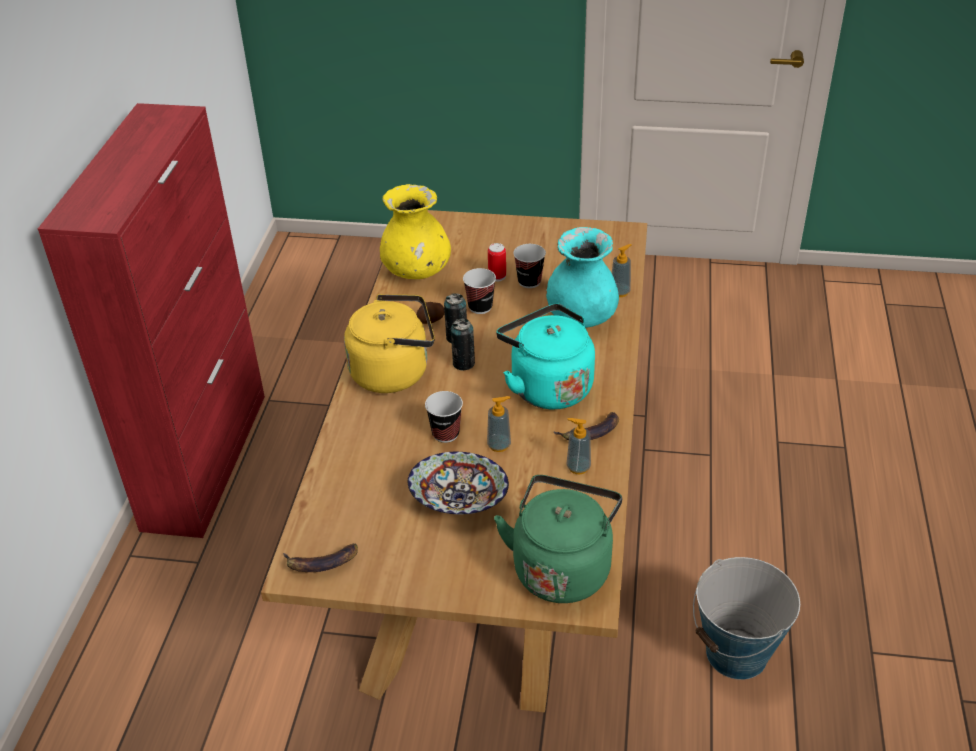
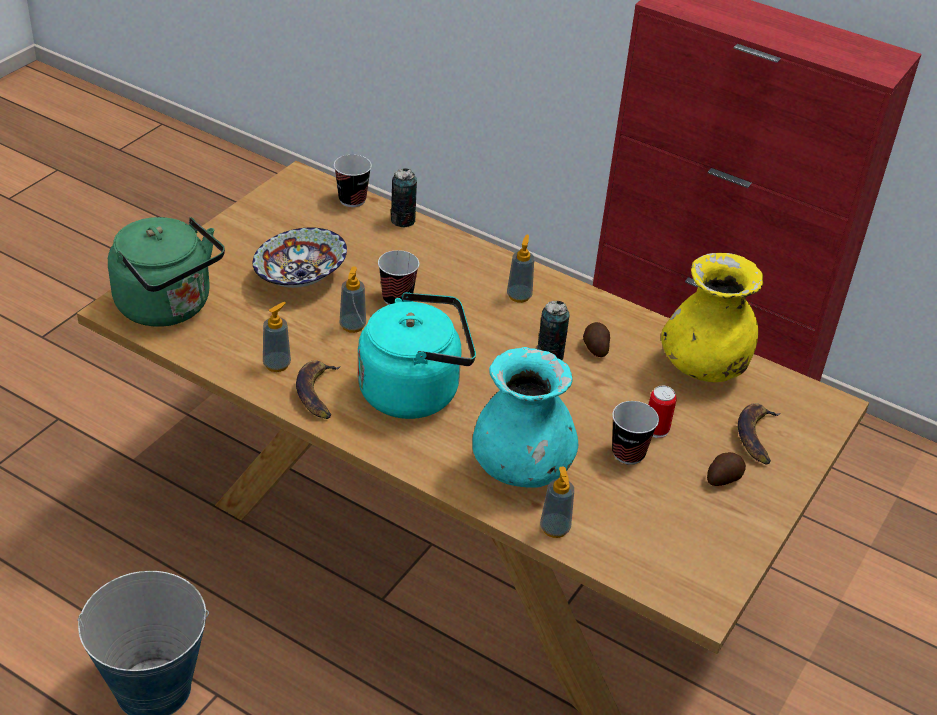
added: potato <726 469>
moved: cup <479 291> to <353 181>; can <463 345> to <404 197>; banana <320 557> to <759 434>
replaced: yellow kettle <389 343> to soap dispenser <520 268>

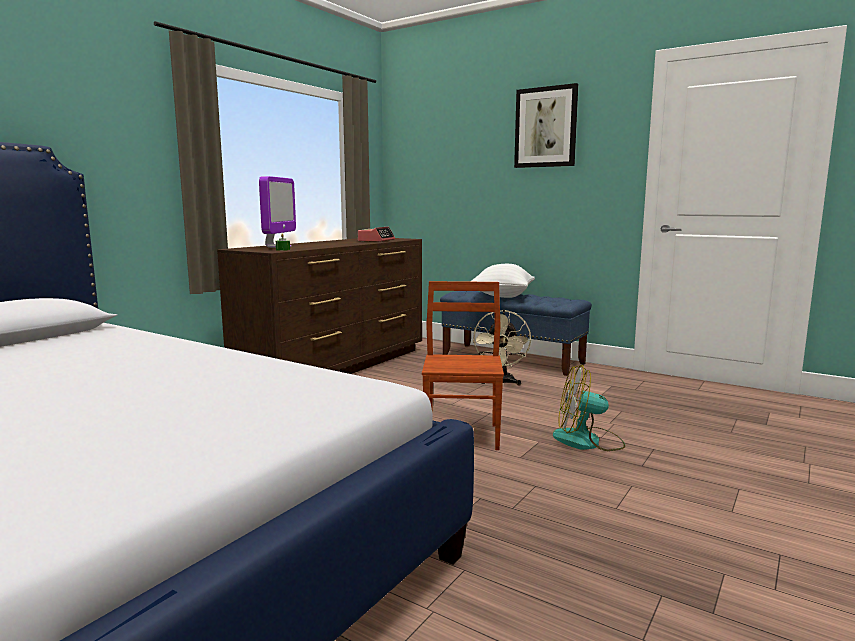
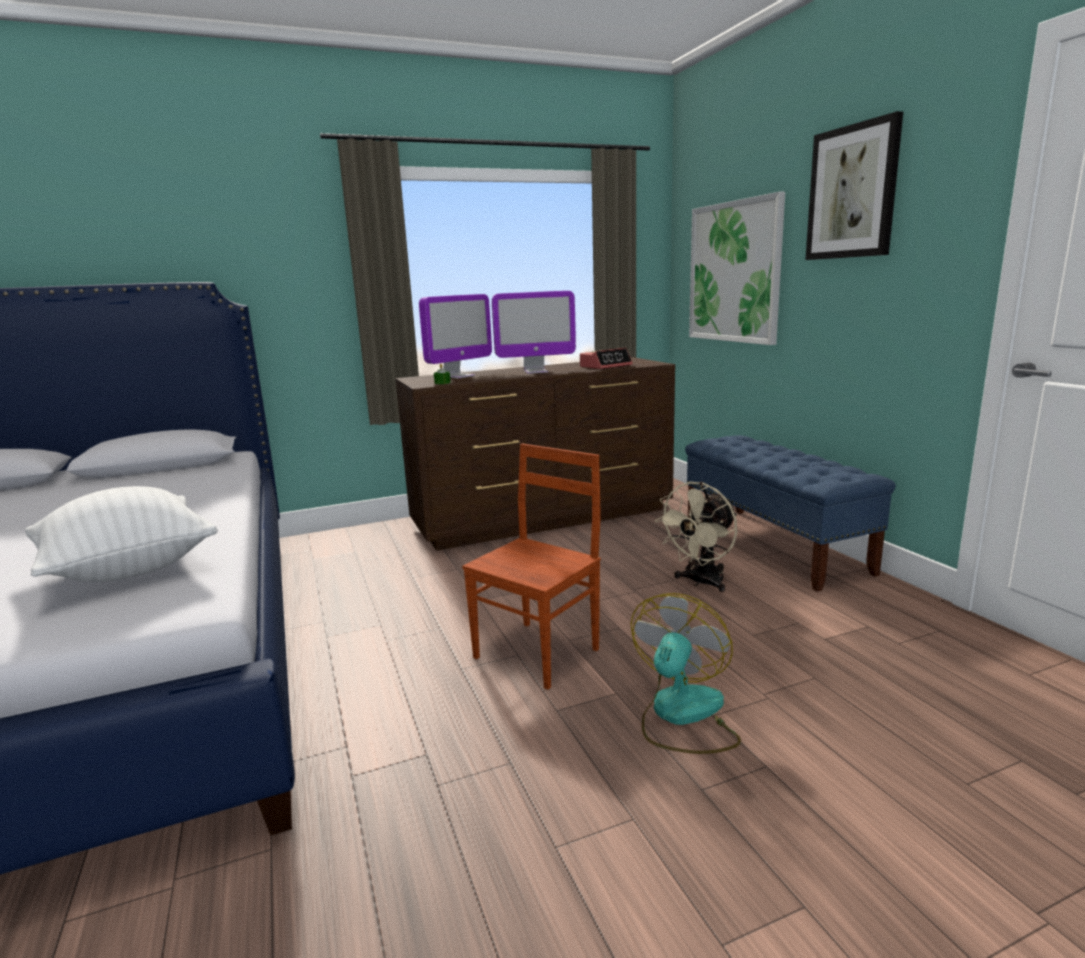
added: picture <737 268>; monitor <534 332>
moved: white pillow <502 281> to <121 534>
turned: fan <589 408> = <686 673> 75 degrees clockwise

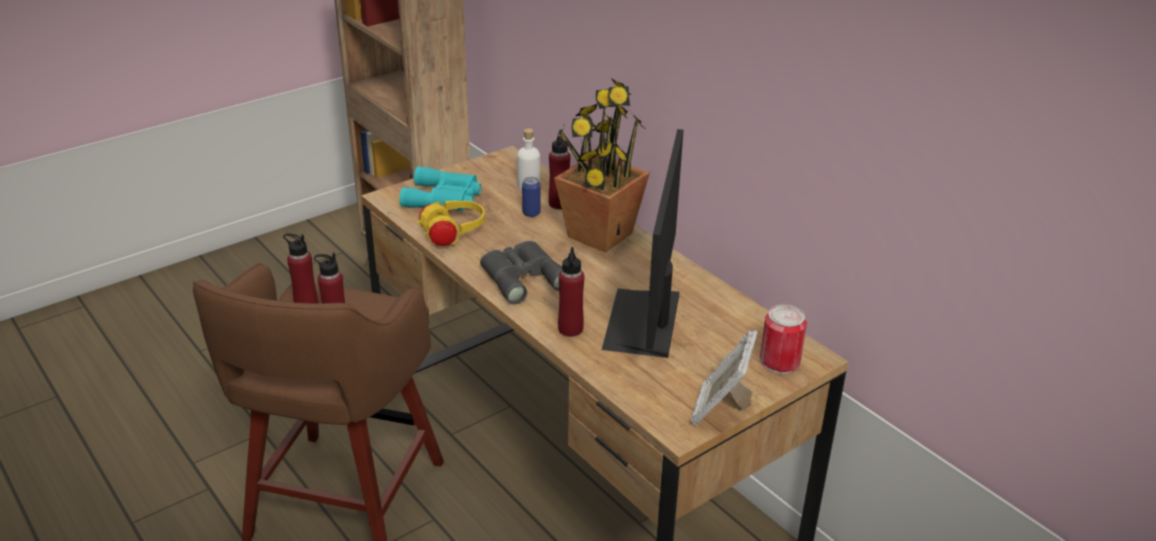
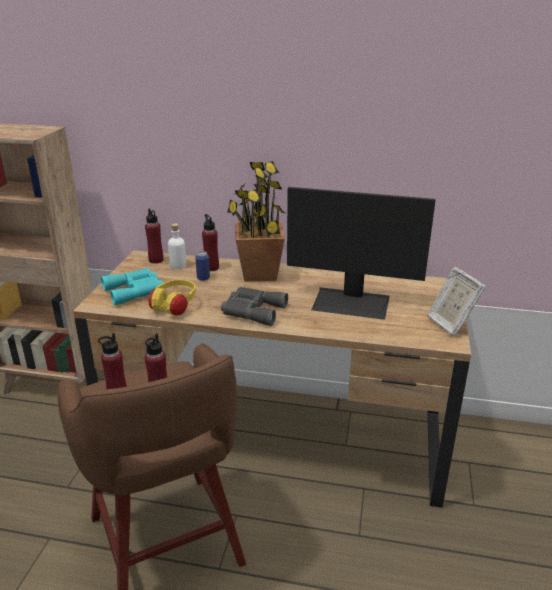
removed: can <783 339>
moved: red bottle <571 292> to <154 236>
turned: monitor <643 243> = <361 253> 45 degrees counterclockwise

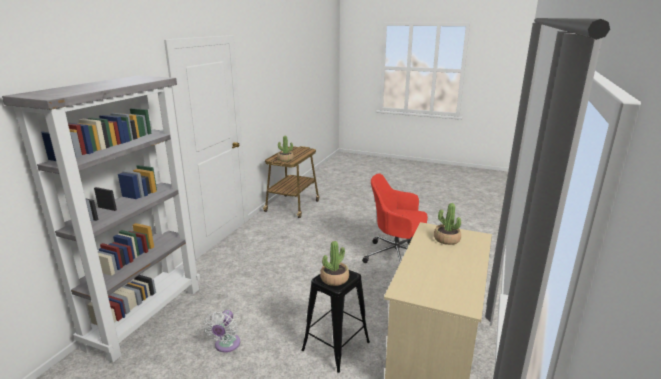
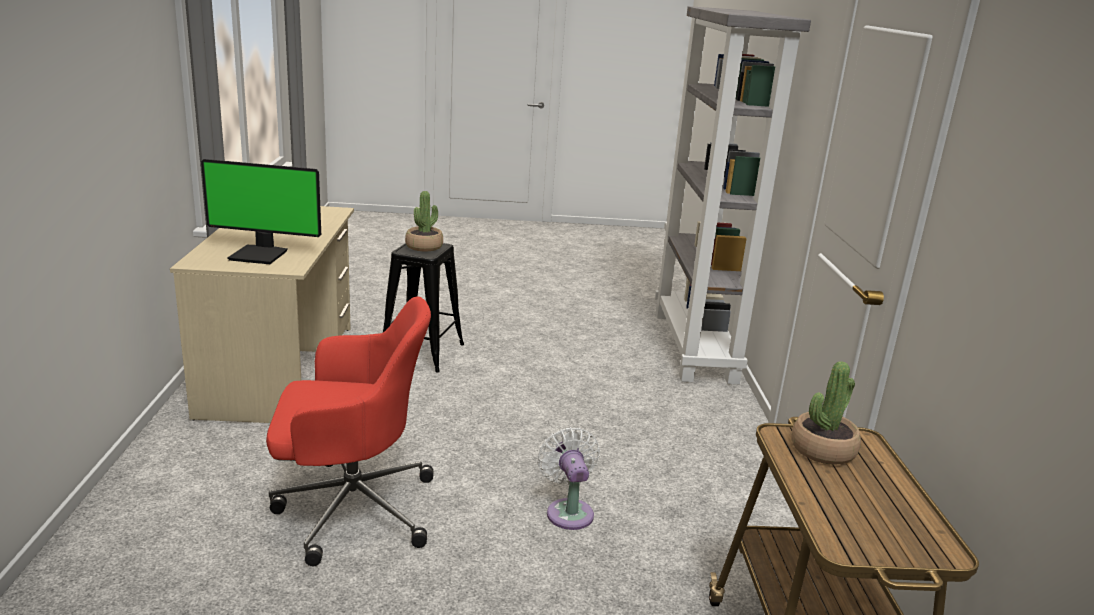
moved: white fan <221 331> to <568 478>
replaced: potted plant <447 224> to monitor <261 211>

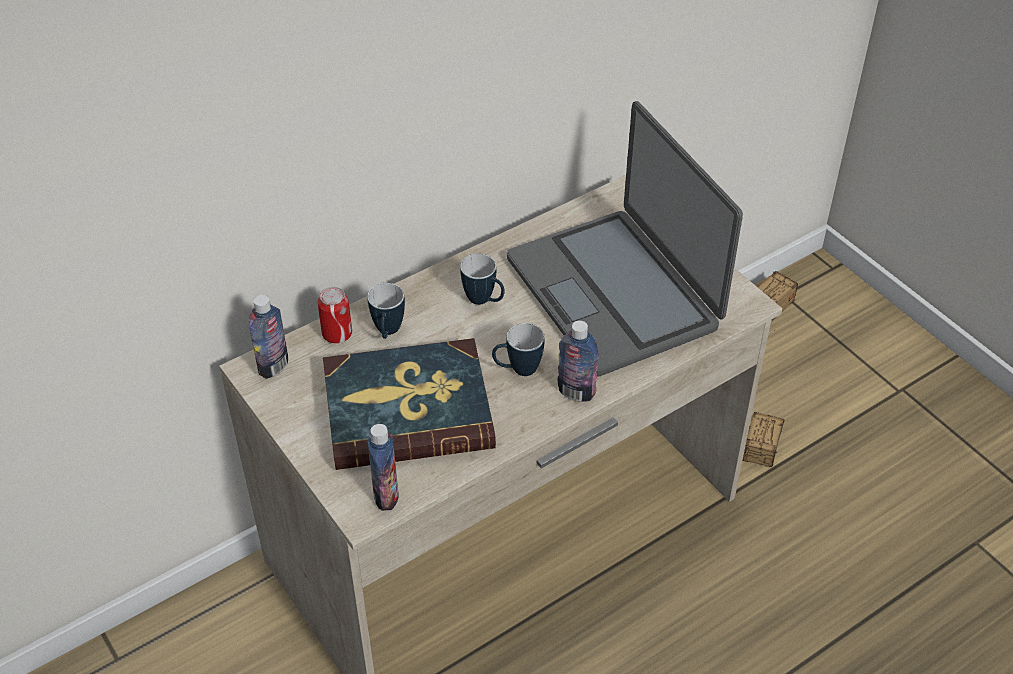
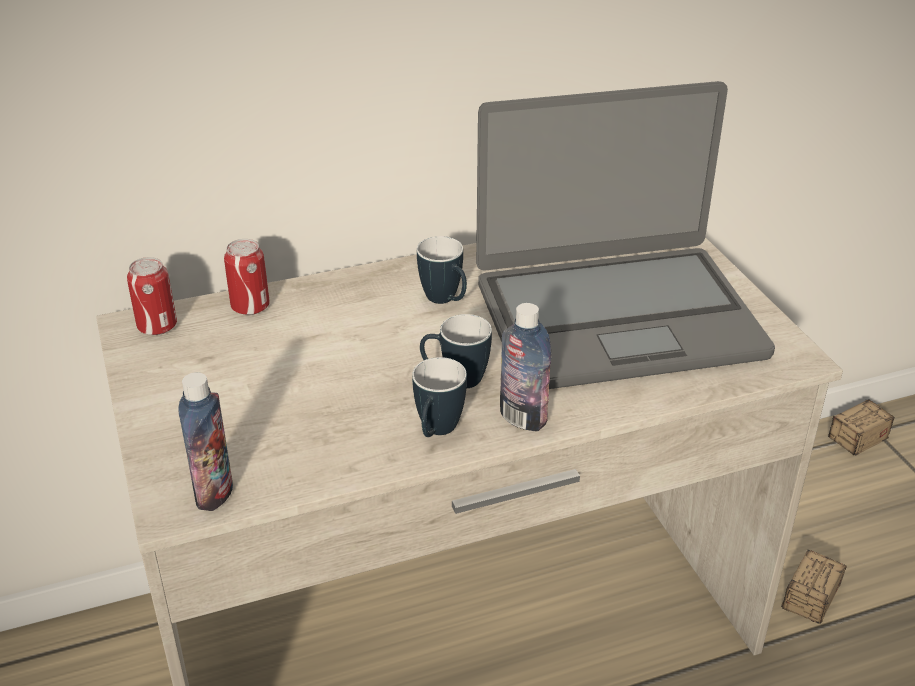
removed: book <409 404>
moved: mug <386 311> to <439 397>
replaced: bottle <268 337> to can <152 296>
turned: laptop <625 238> = <625 235> 90 degrees counterclockwise

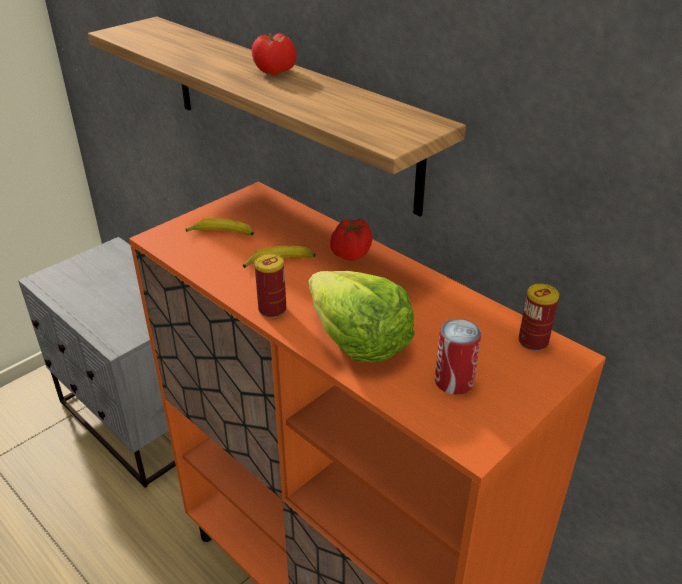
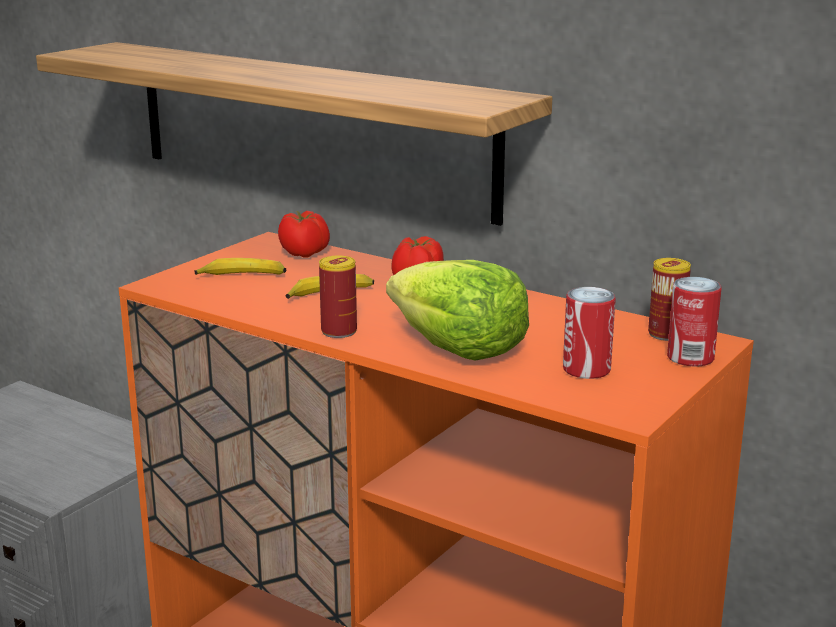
added: can <694 322>
moved: tomato <274 54> to <304 234>

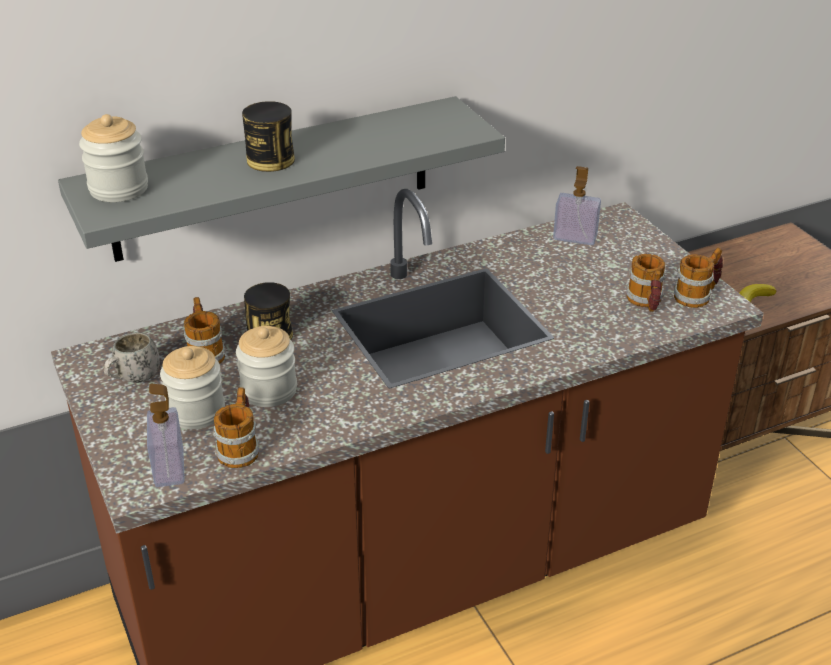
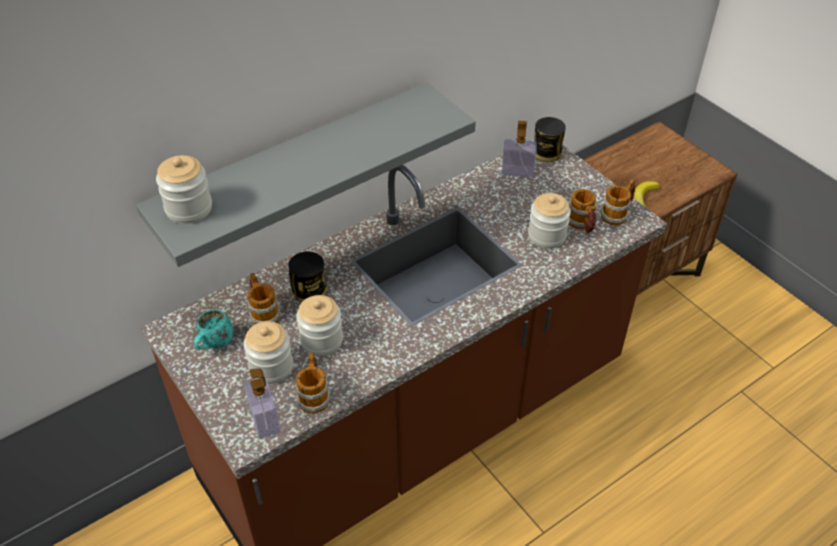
added: jar <549 221>
moved: can <268 136> to <550 139>
recoloured: white mug <132 357> to turquoise mug <213 329>

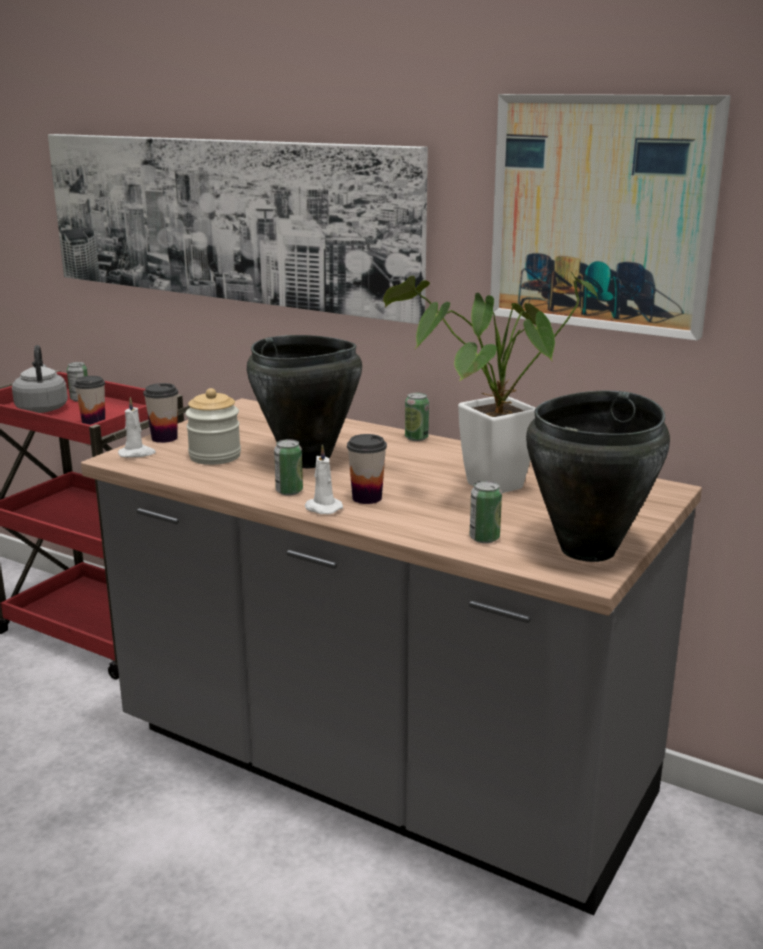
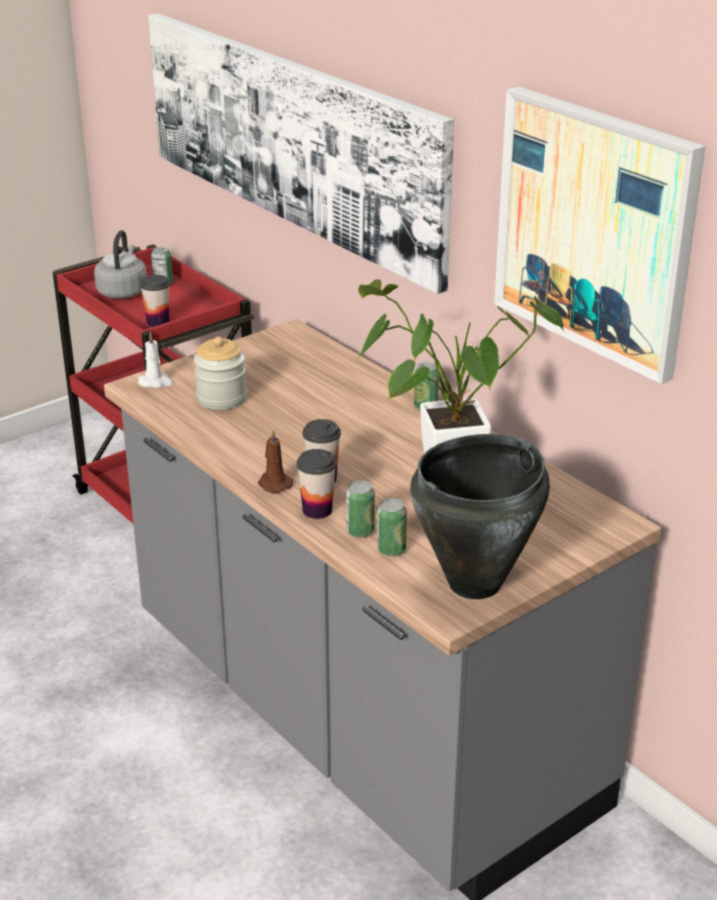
removed: black cooking pot <304 401>
moved: cup <160 413> to <316 484>; can <288 467> to <360 509>
recoloured: white candle <324 479> to brown candle <275 461>

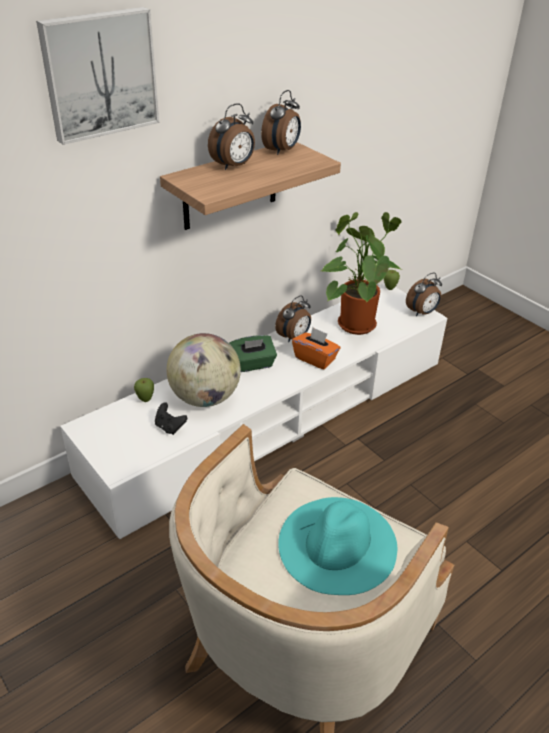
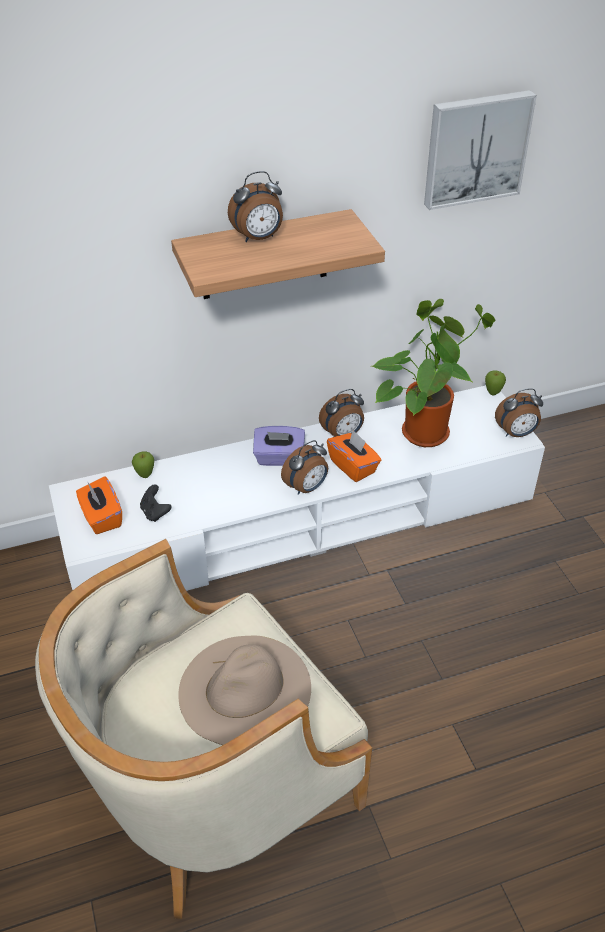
removed: globe <204 370>
added: orange tissue box <99 505>
moved: picture <97 76> to <480 150>; alarm clock <281 122> to <304 467>
recoloured: green tissue box <253 353> to purple tissue box <279 446>; turquoise hat <337 546> to beige hat <244 690>

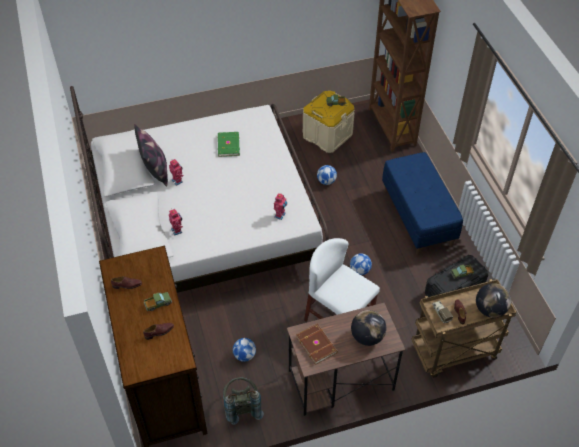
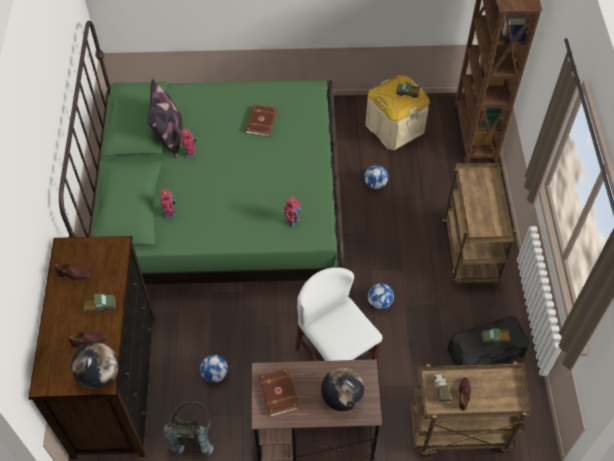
moved: globe <493 300> to <95 365>
replaced: blue bench <422 203> to brown cart <479 222>
recoloured: white bed <199 189> to green bed <201 153>; green book <229 144> to brown book <261 120>

